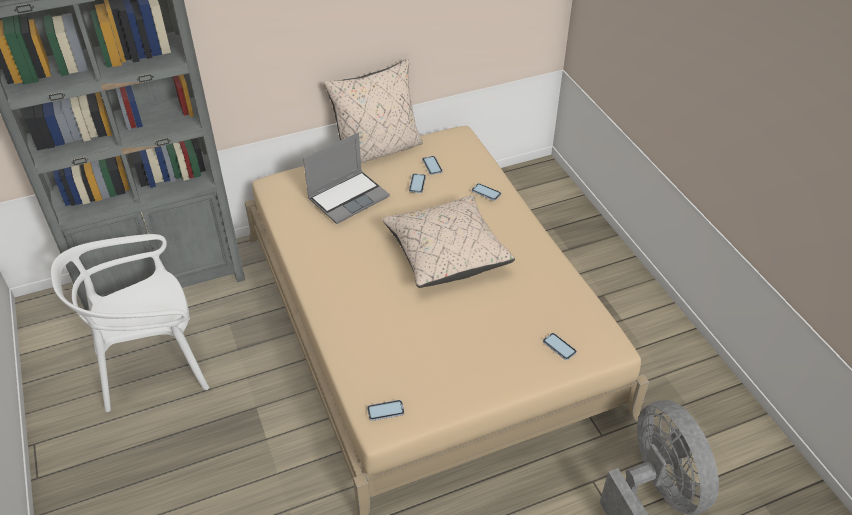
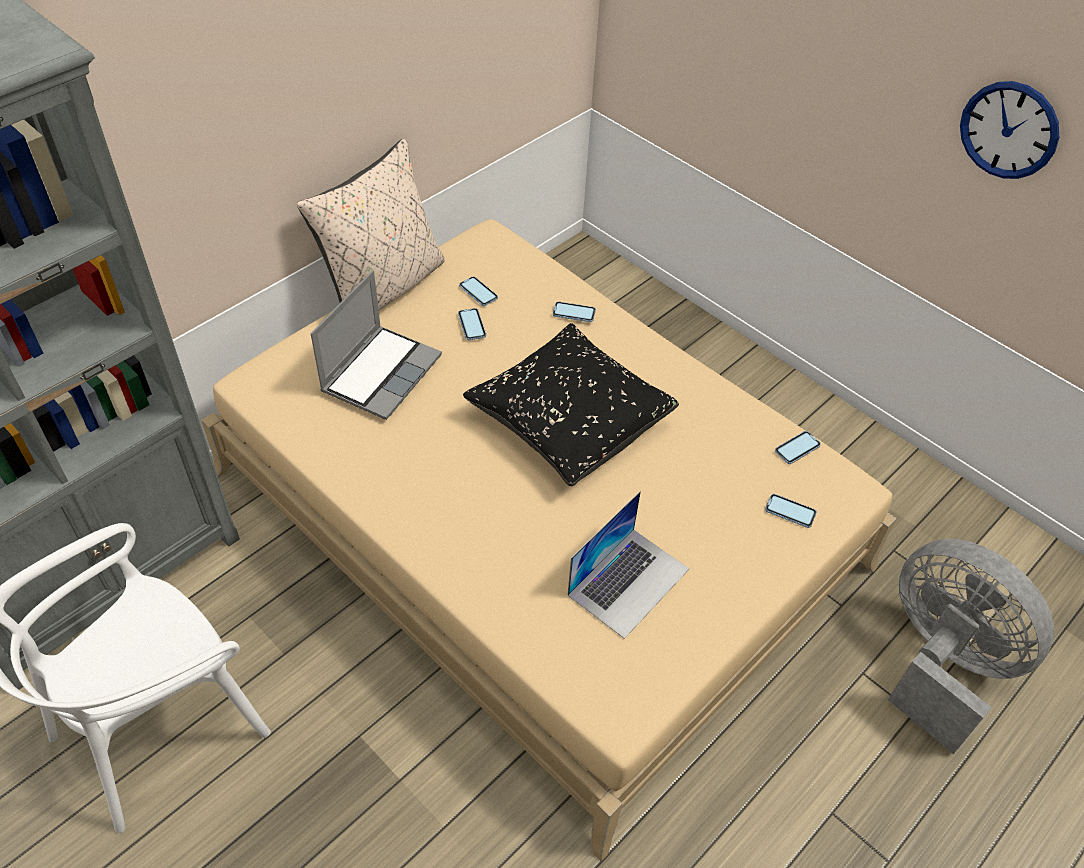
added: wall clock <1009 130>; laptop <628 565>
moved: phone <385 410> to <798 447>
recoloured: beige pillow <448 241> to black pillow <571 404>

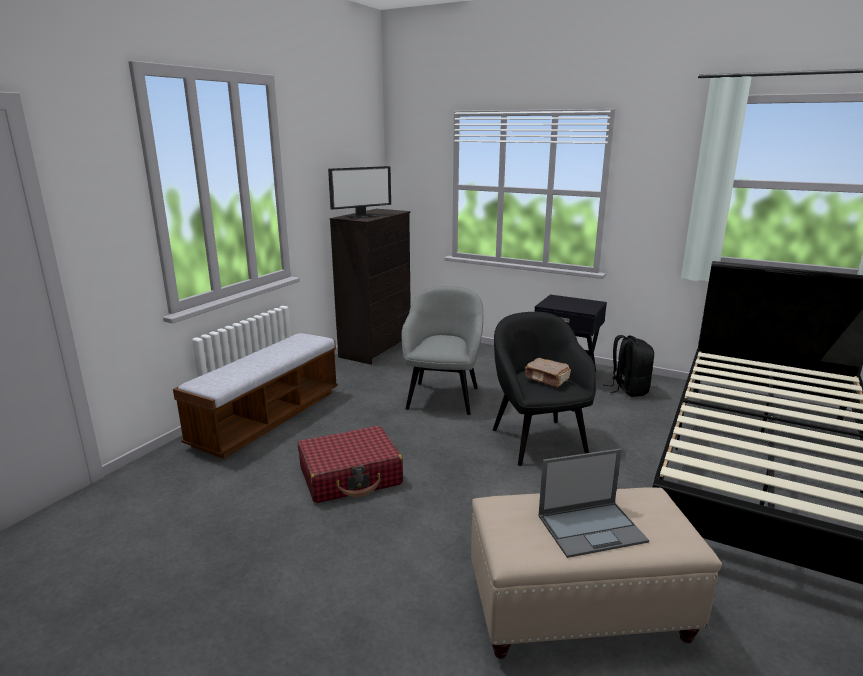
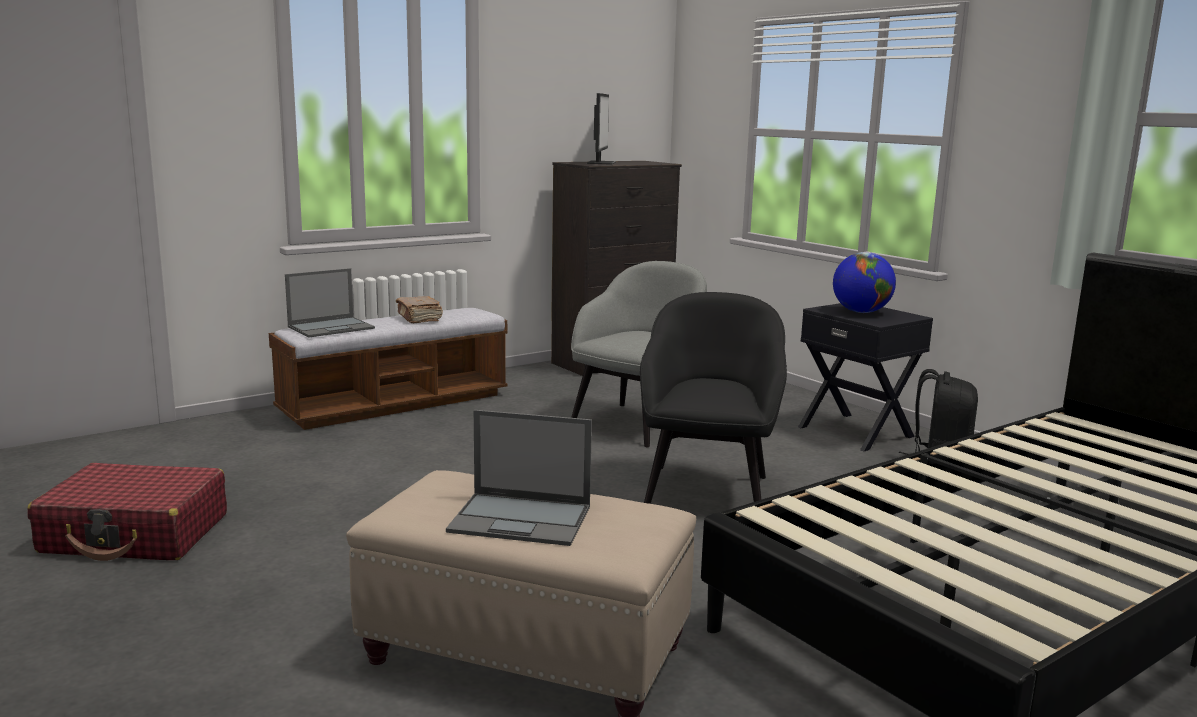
added: globe <864 282>; laptop <330 302>
moved: brown book <547 372> to <419 309>; red suitcase <350 464> to <127 512>
turned: monitor <359 192> = <601 129> 75 degrees counterclockwise

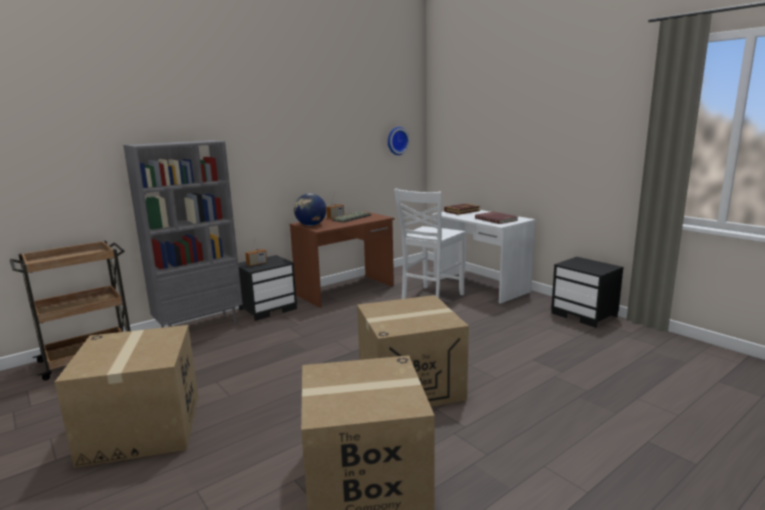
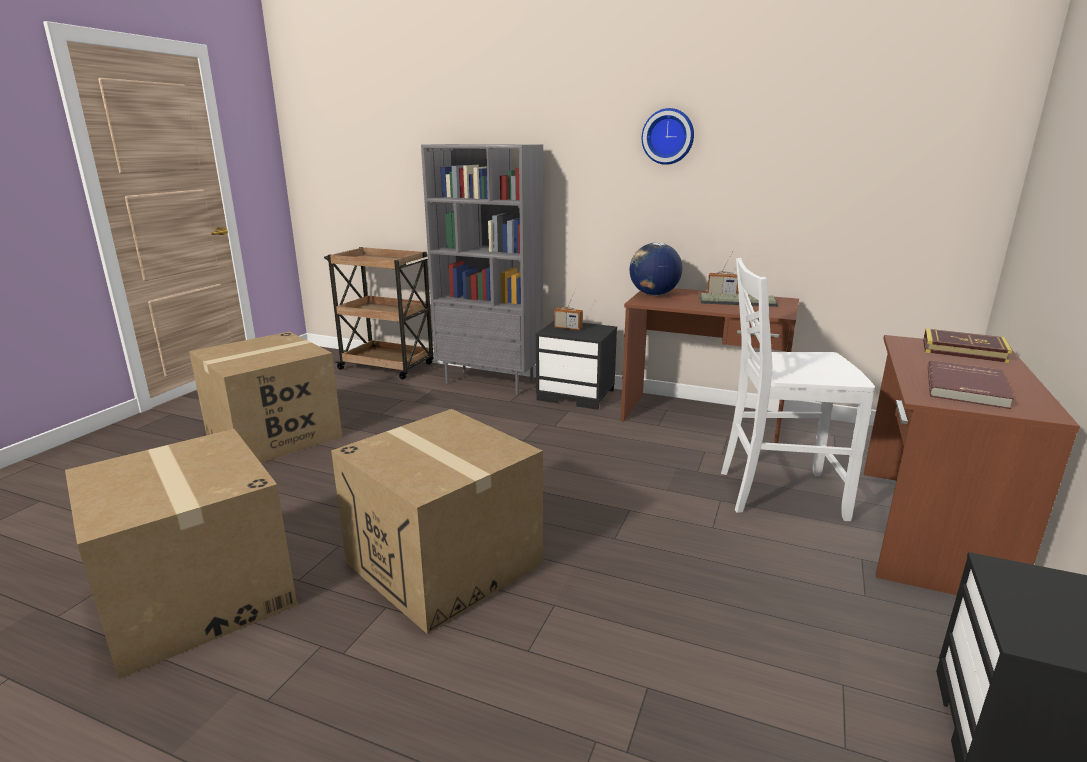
moved: wall clock <399 141> to <668 136>
recoloured: white desk <484 257> to brown desk <972 465>

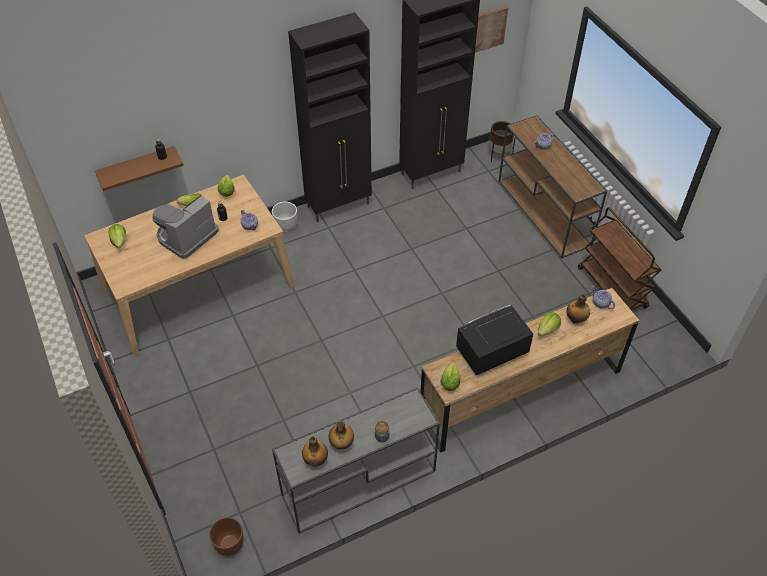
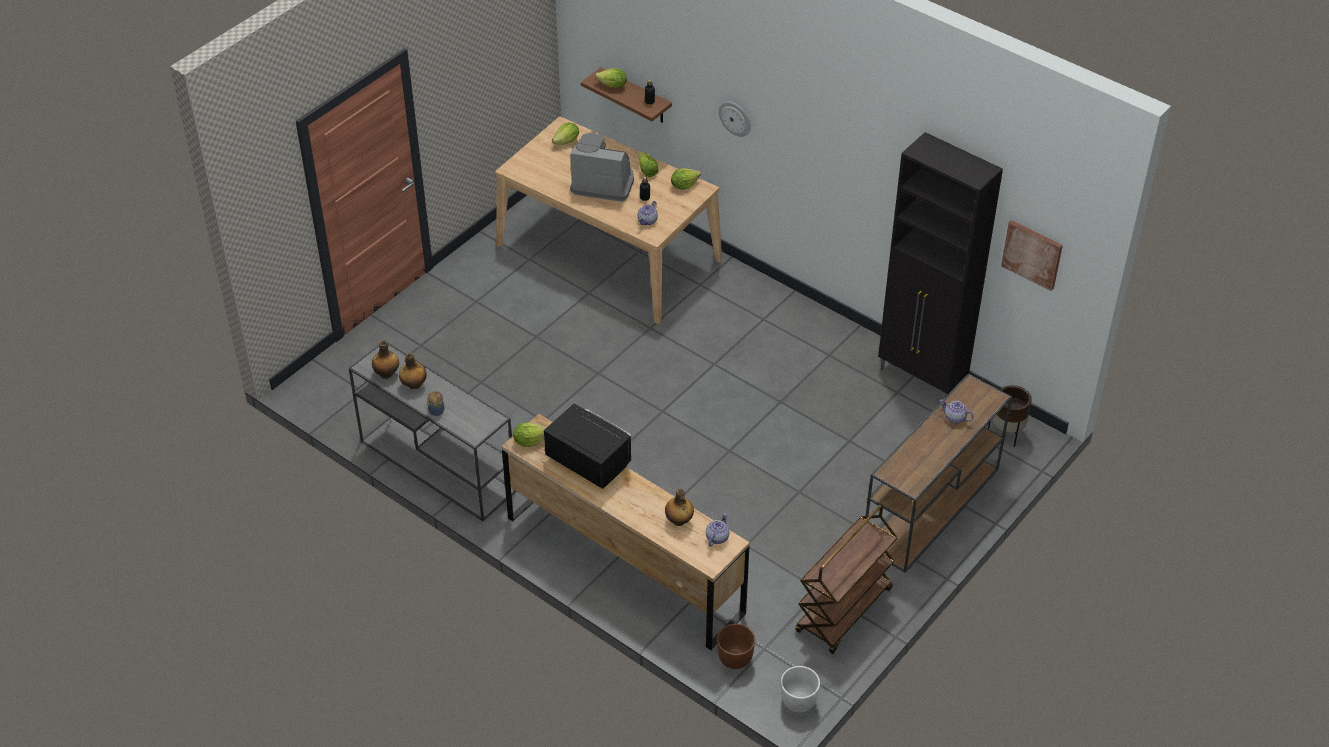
removed: black cabinet <330 117>
added: wall clock <735 119>
moved: white planter <284 216> to <800 689>; lettuce <549 324> to <611 78>; brown planter <226 536> to <736 646>

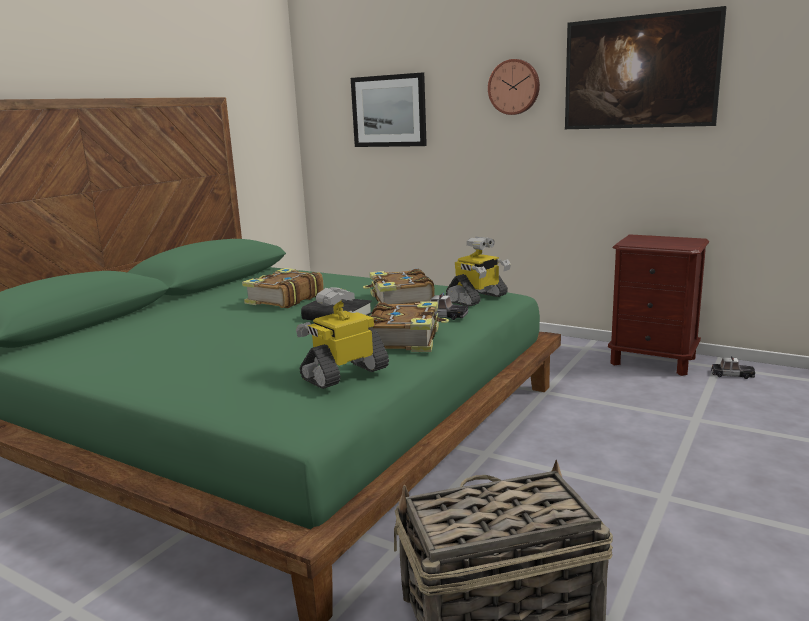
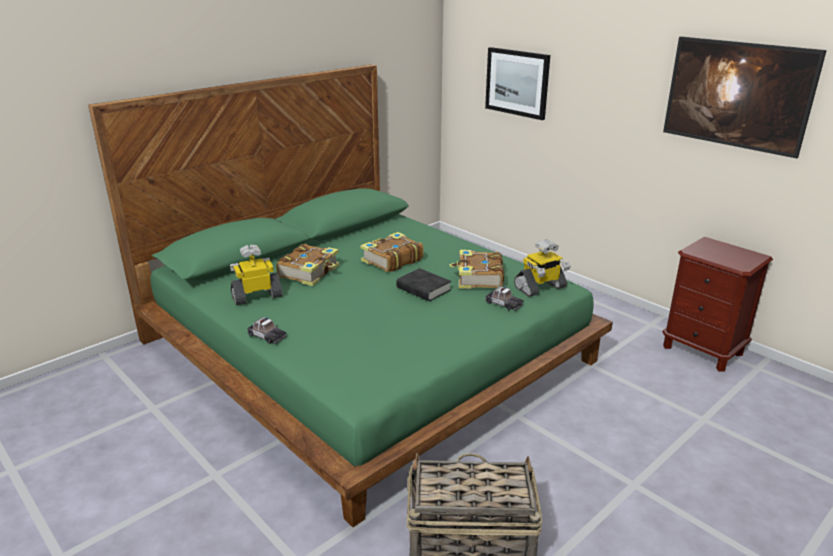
removed: wall clock <514 87>
moved: toy robot <342 338> to <256 275>; book <408 326> to <307 265>; toy car <733 367> to <267 330>

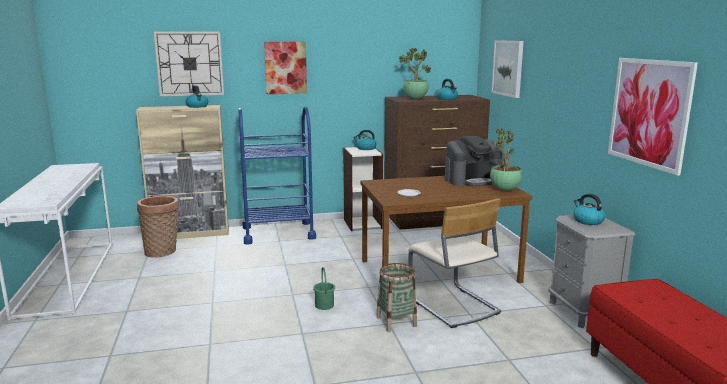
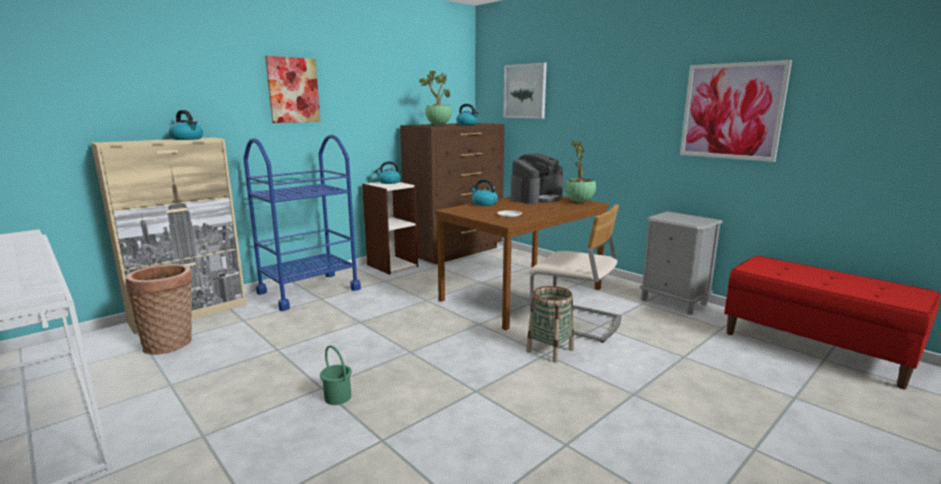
removed: wall clock <189 63>
moved: kettle <589 209> to <484 192>; green bucket <324 288> to <336 375>

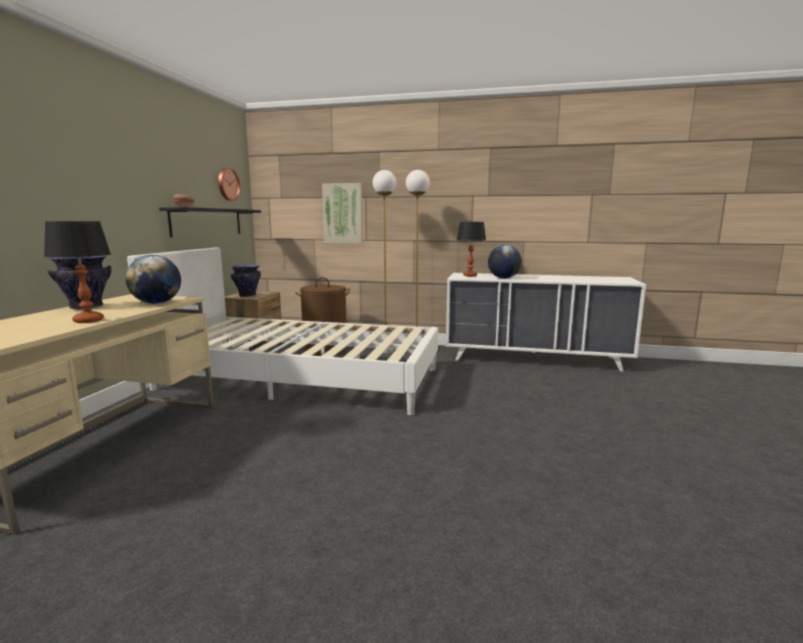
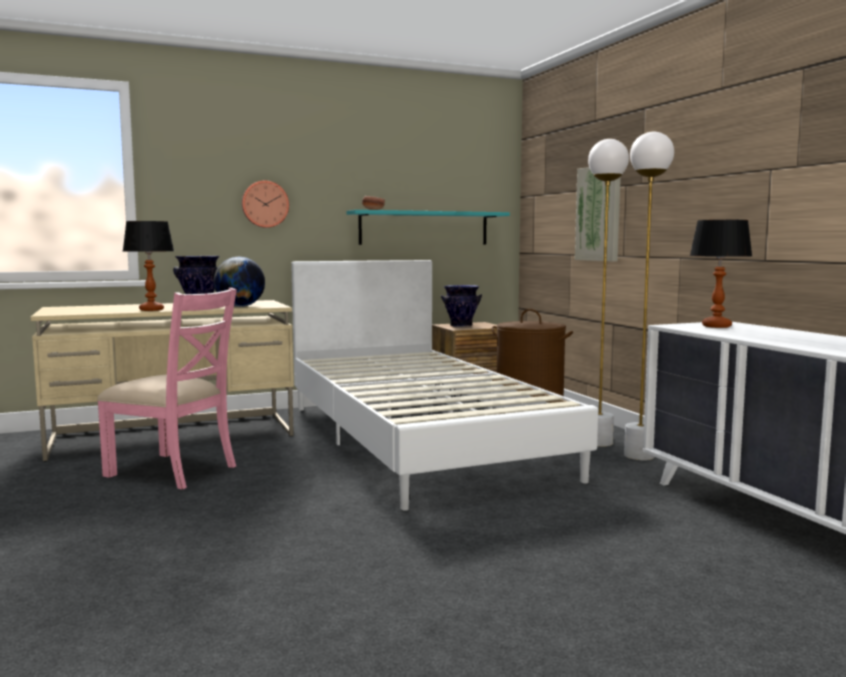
removed: globe <505 261>
added: pink chair <167 388>
moved: wall clock <229 184> to <265 204>
recoloured: black shelf <210 222> to turquoise shelf <428 227>

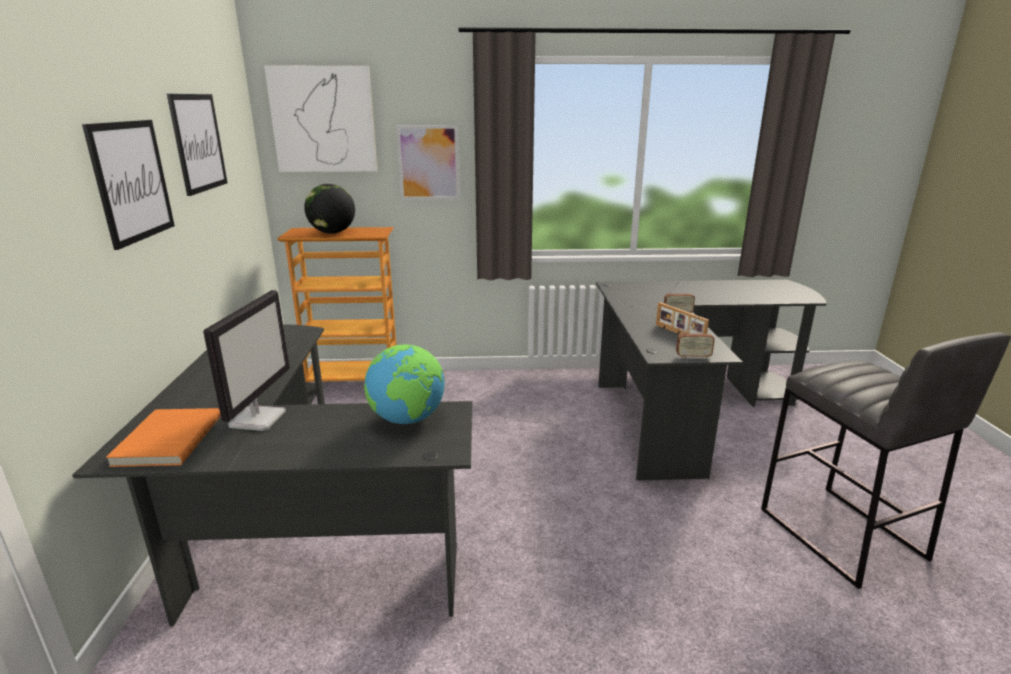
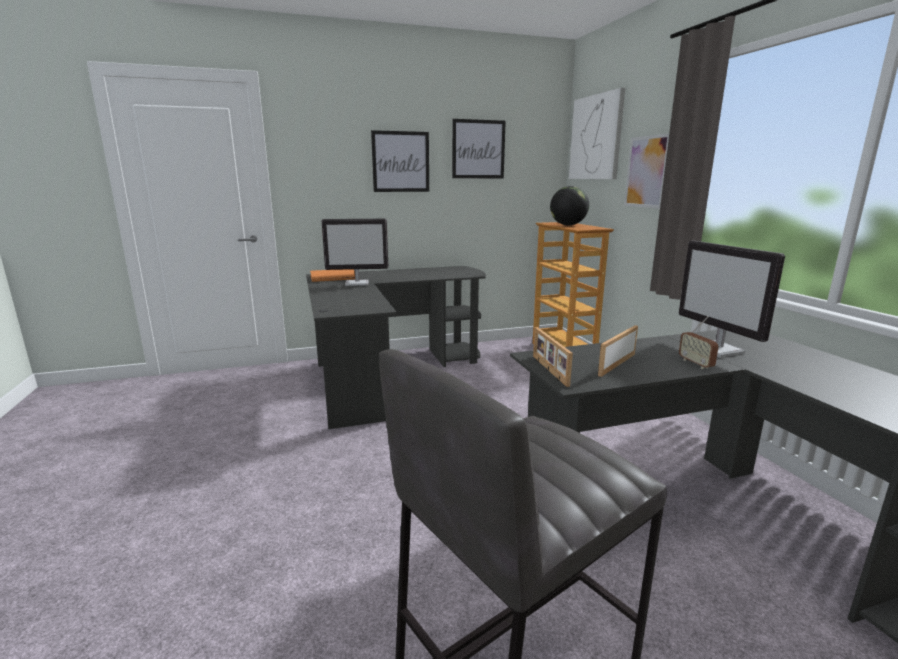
removed: globe <404 384>
added: monitor <732 298>
replaced: radio <695 337> to picture frame <553 357>

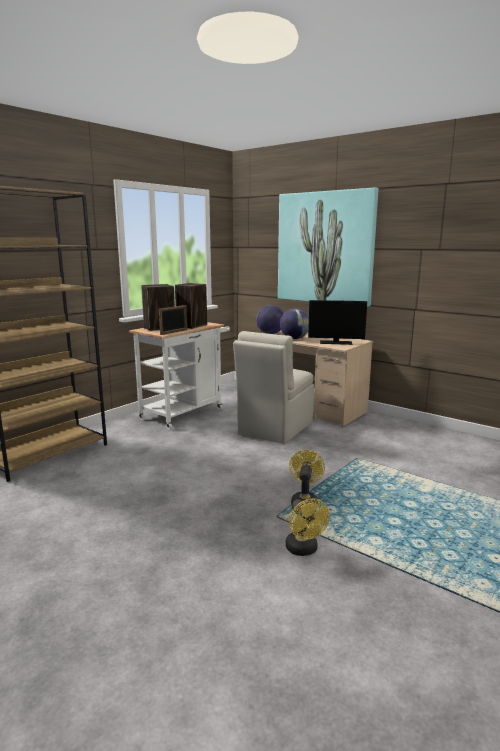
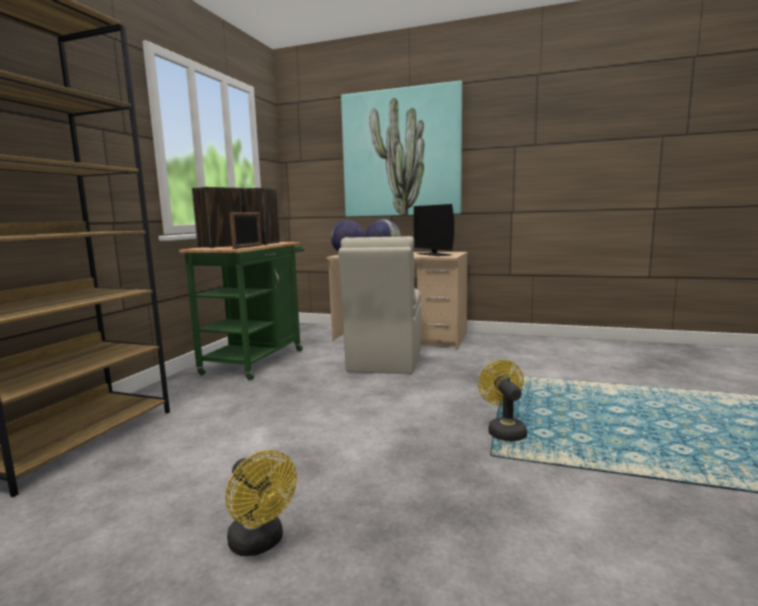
moved: yellow fan <308 527> to <261 503>
recoloured: white cart <179 375> to green cart <241 311>
turned: monitor <337 322> = <434 230> 75 degrees clockwise

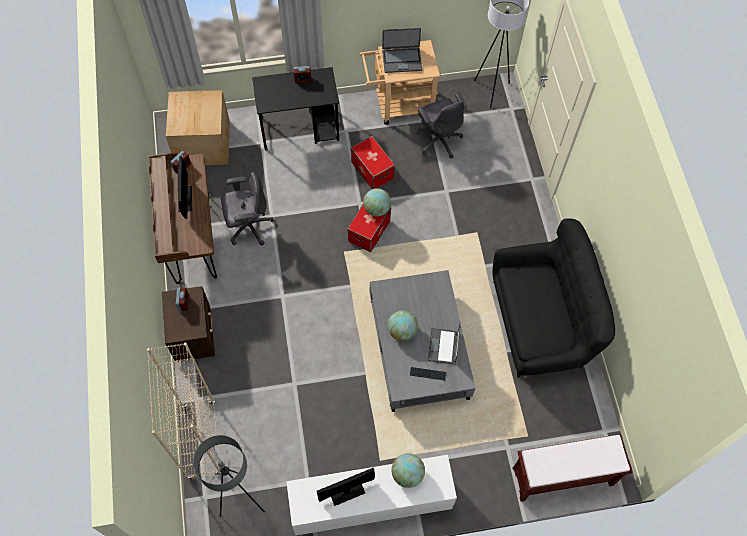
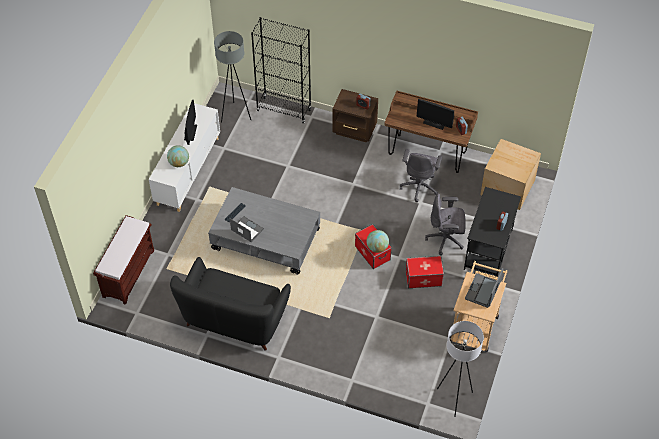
removed: globe <402 325>
moved: grey office chair <442 125> to <445 224>
recoloured: beige bookcase <184 411> to black bookcase <281 70>

